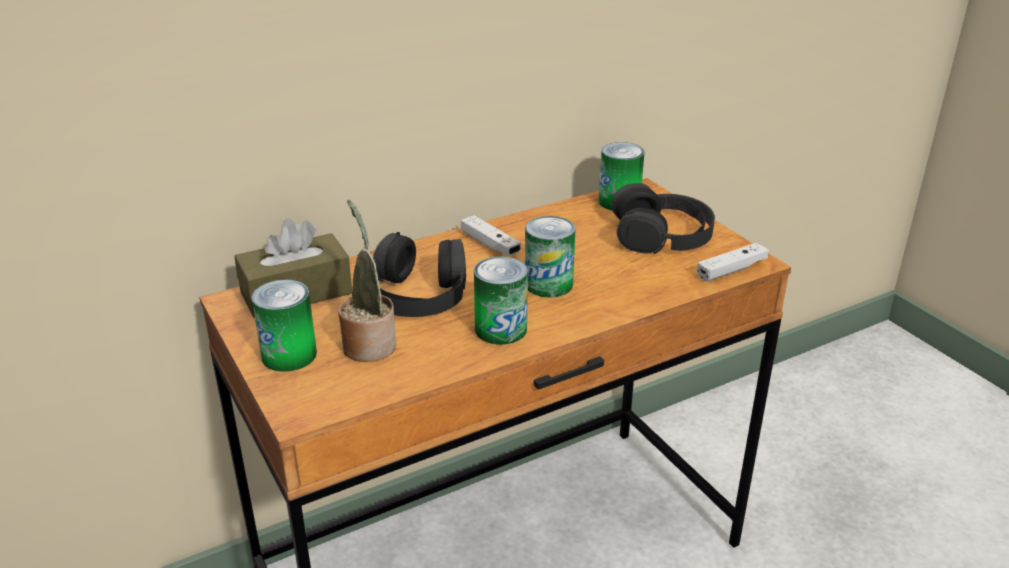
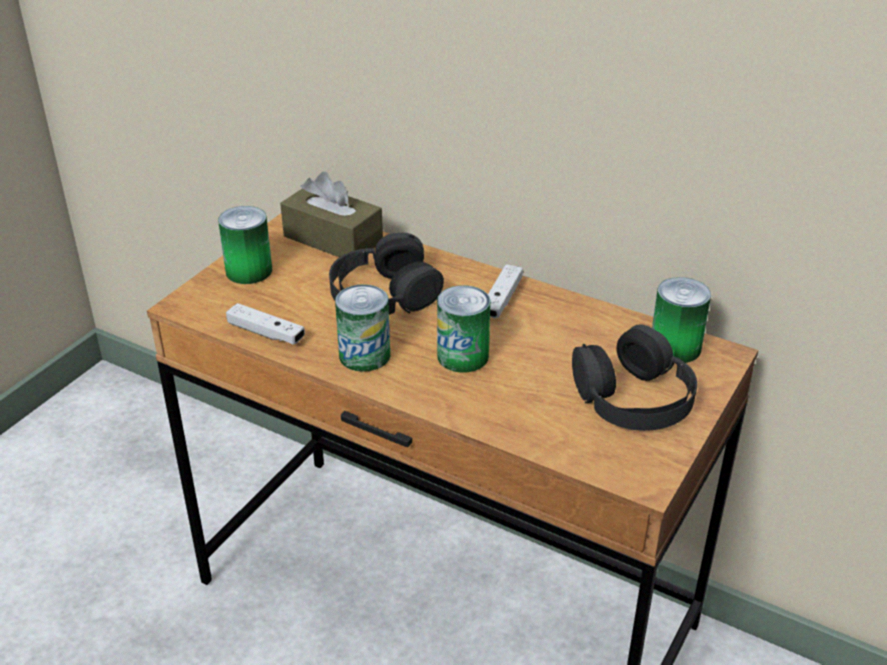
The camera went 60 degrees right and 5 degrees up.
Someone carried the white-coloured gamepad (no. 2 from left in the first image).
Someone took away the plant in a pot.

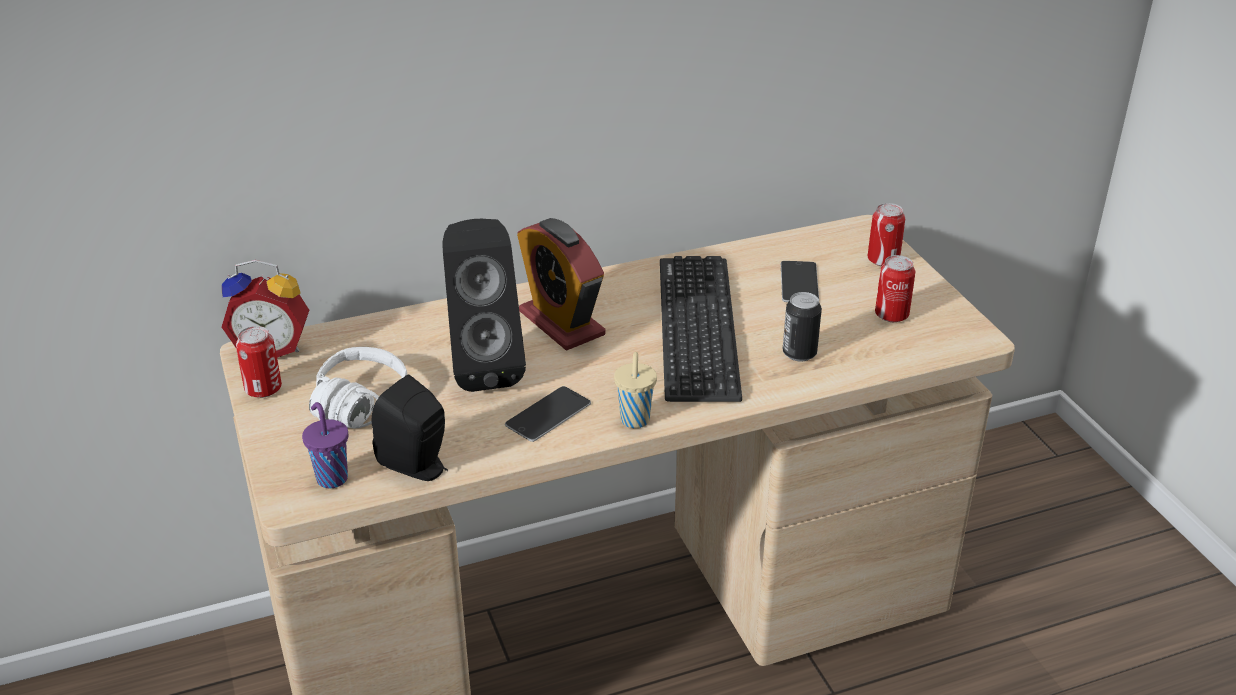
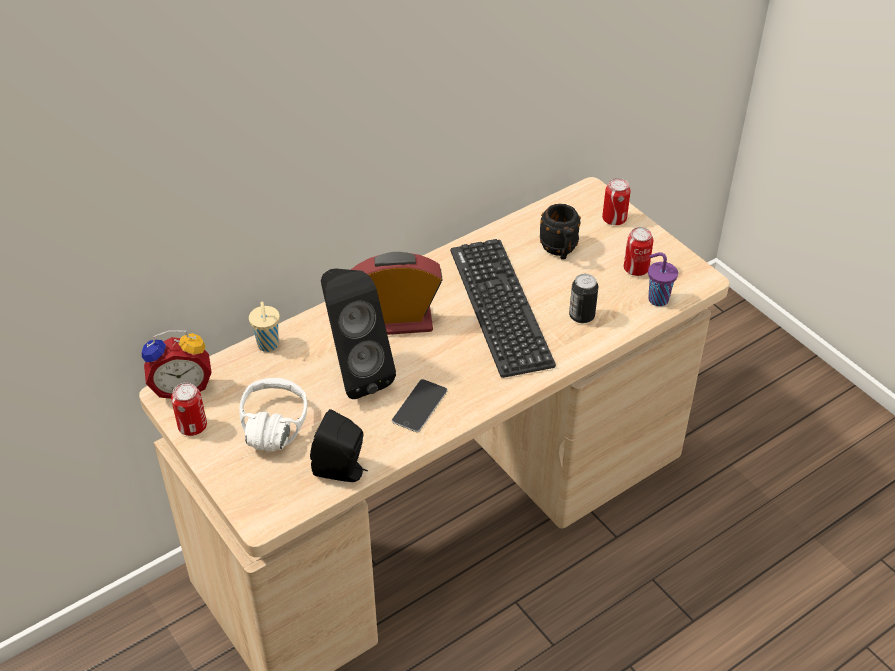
The camera went 15 degrees left and 10 degrees up.
Someone carried the beige-coloured small cup.
Someone rotated the table clock (no. 2 from left) by 135 degrees clockwise.
Someone swapped the handset (no. 2 from left) for the blackish tea mug.
Someone carried the purplish small cup.

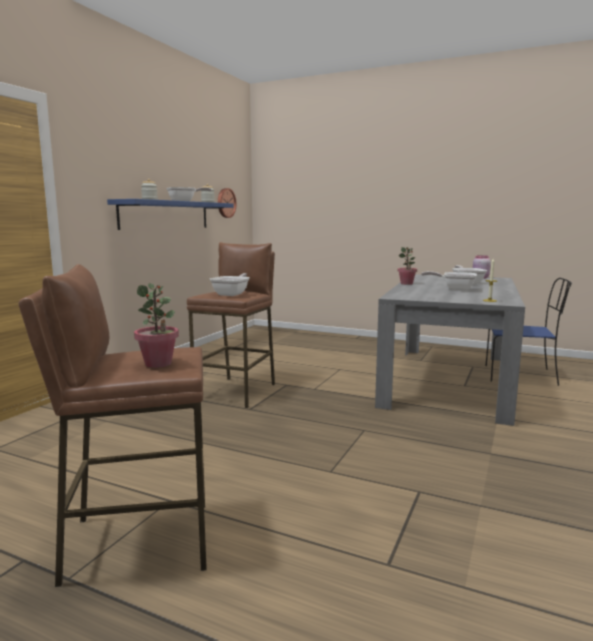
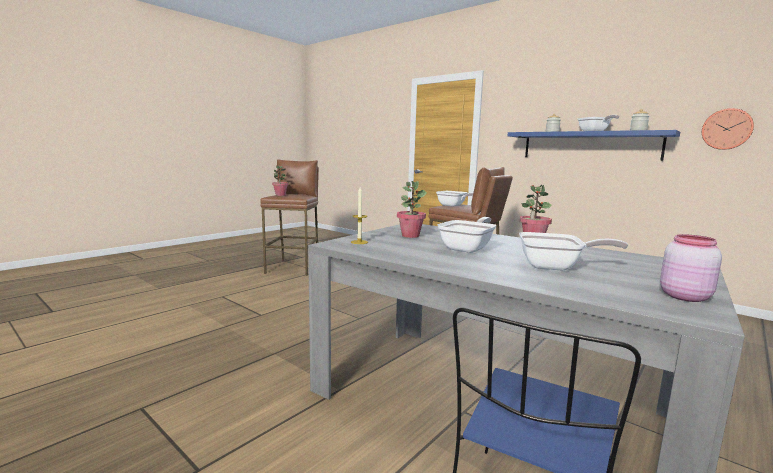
The camera went 105 degrees right and 0 degrees up.
Someone put down the plant in a pot (no. 2 from left).

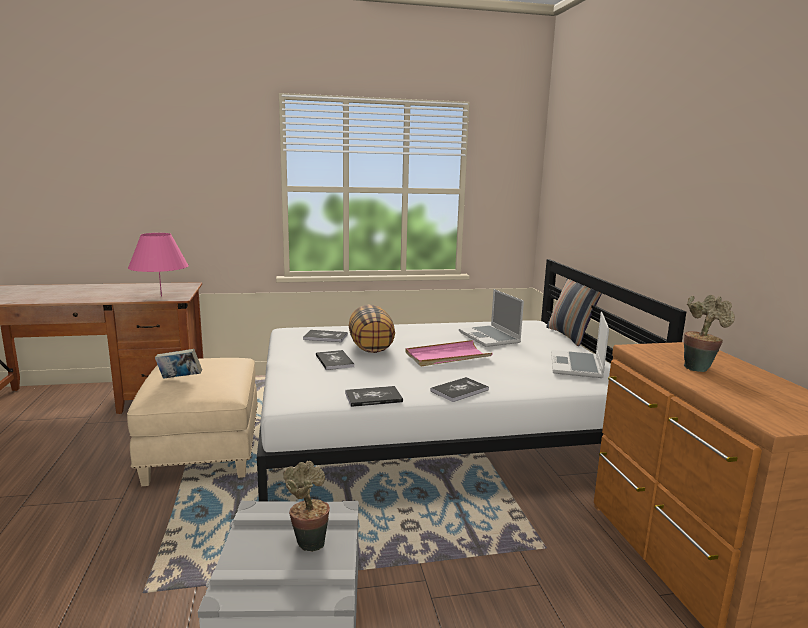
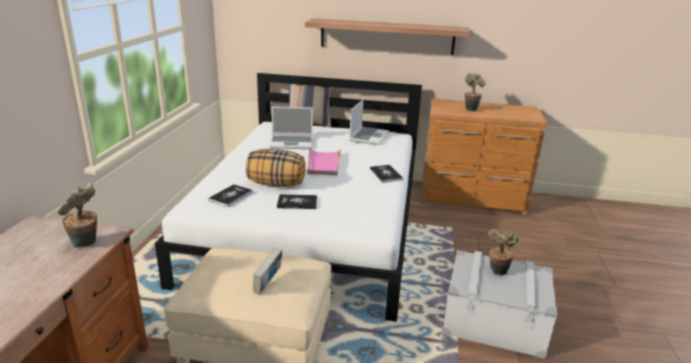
The camera went 70 degrees left and 10 degrees up.
Someone swapped the pink-coloured table lamp for the plant in a pot (no. 1 from left).
Someone put up the bracket shelf.
Someone rotated the notebook computer (no. 2 from left) by 105 degrees counterclockwise.
Someone took away the bound book (no. 4 from left).

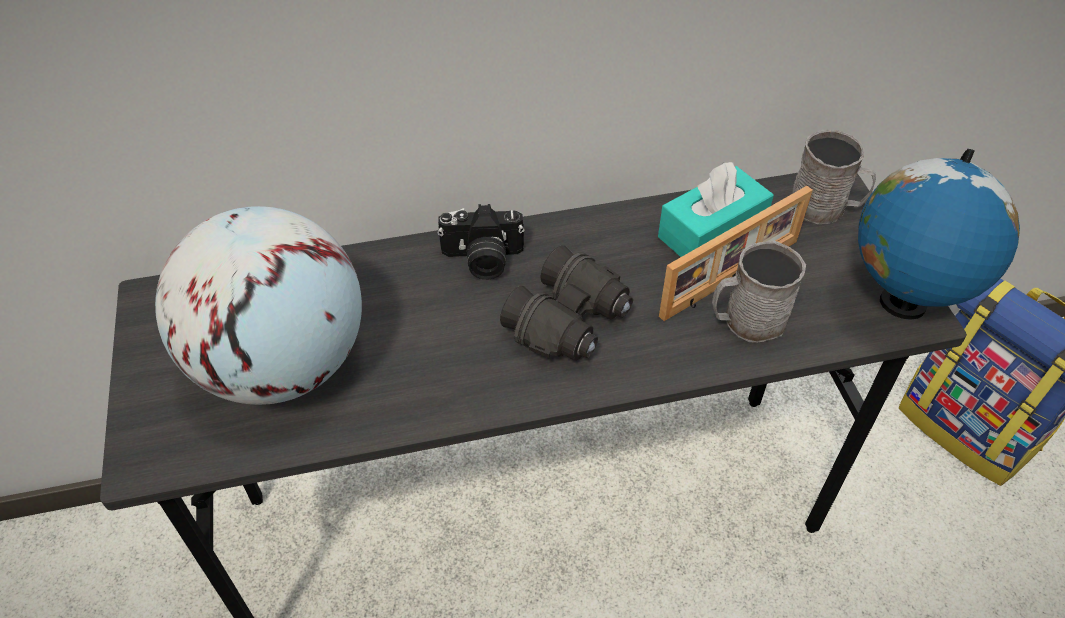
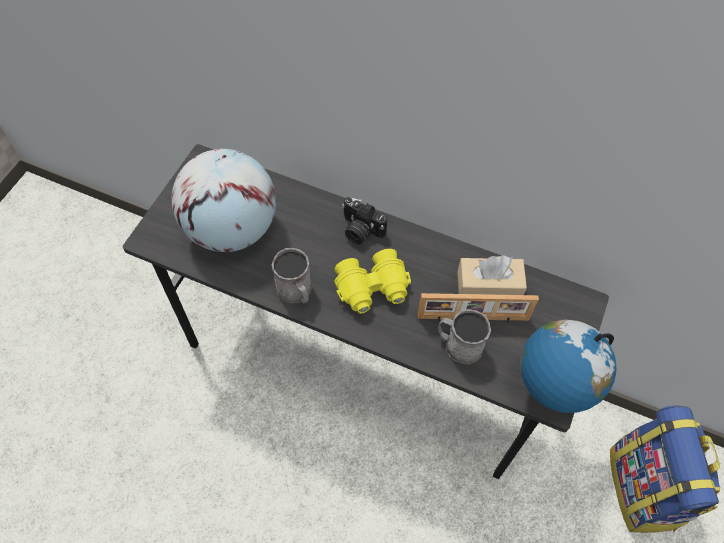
The camera went 35 degrees right and 10 degrees up.
Someone carried the grey tea mug (no. 2 from left in the first image).
Someone repainted the blackish field glasses, which became the yellowish field glasses.
Someone repainted the turquoise-coloured tissue holder, which became the beige-coloured tissue holder.

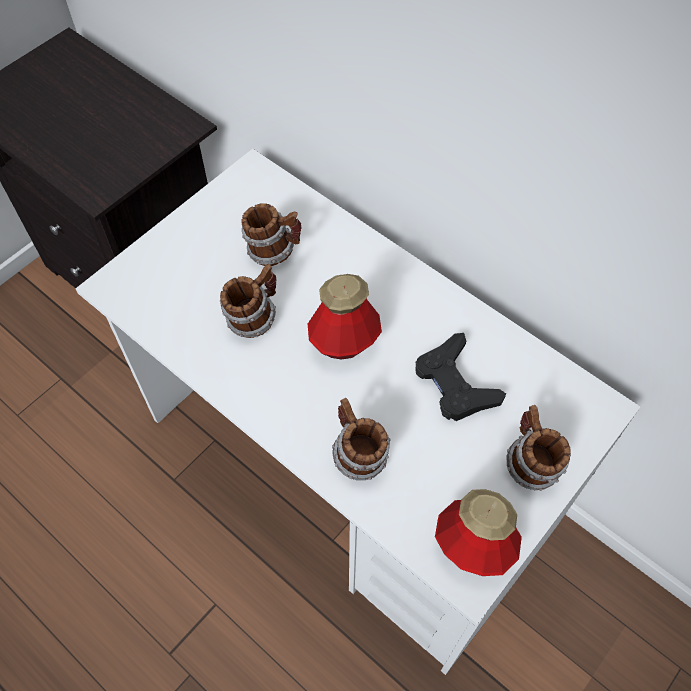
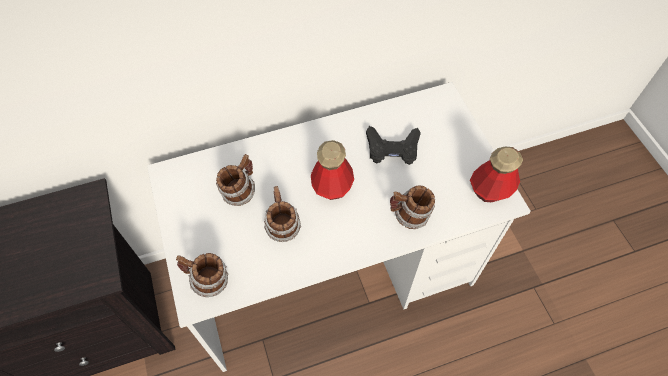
The camera went 60 degrees left and 0 degrees up.
Someone carried the tea mug (no. 4 from left in the first image).

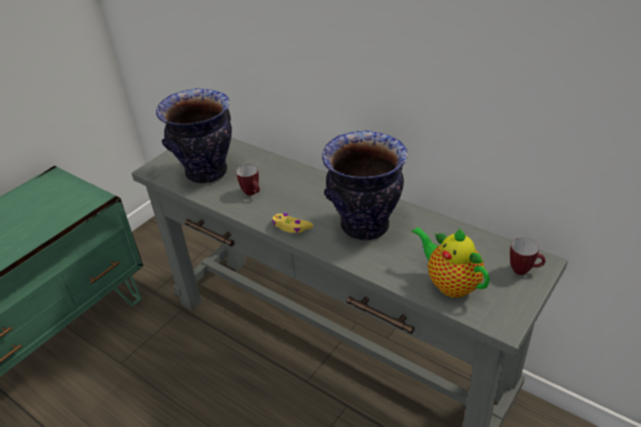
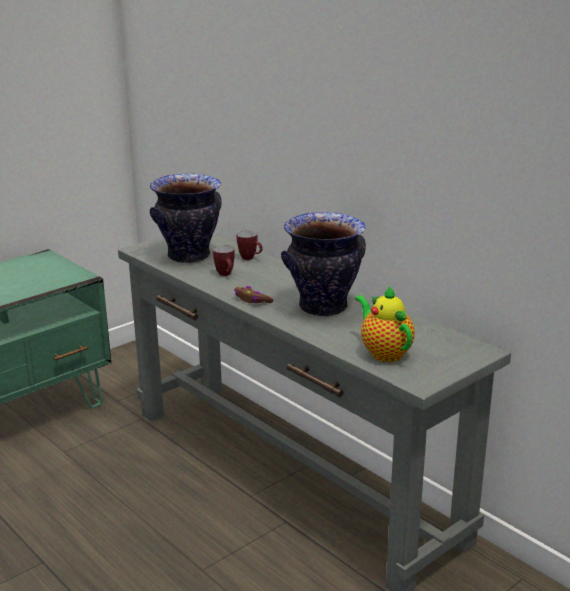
The camera went 10 degrees right and 15 degrees down.
Someone repainted the yellowish gamepad, which became the brownish gamepad.
Someone carried the tea mug (no. 2 from left).

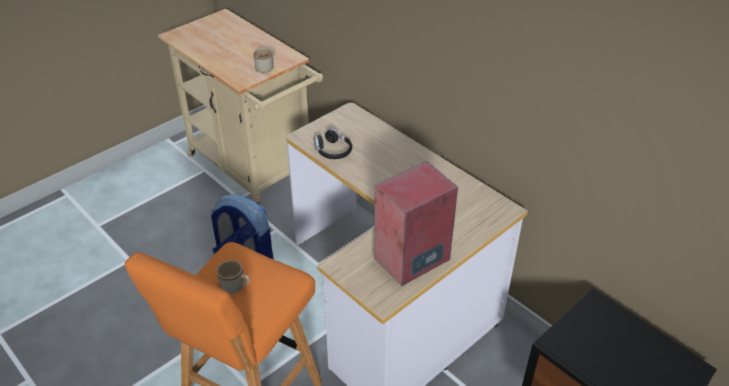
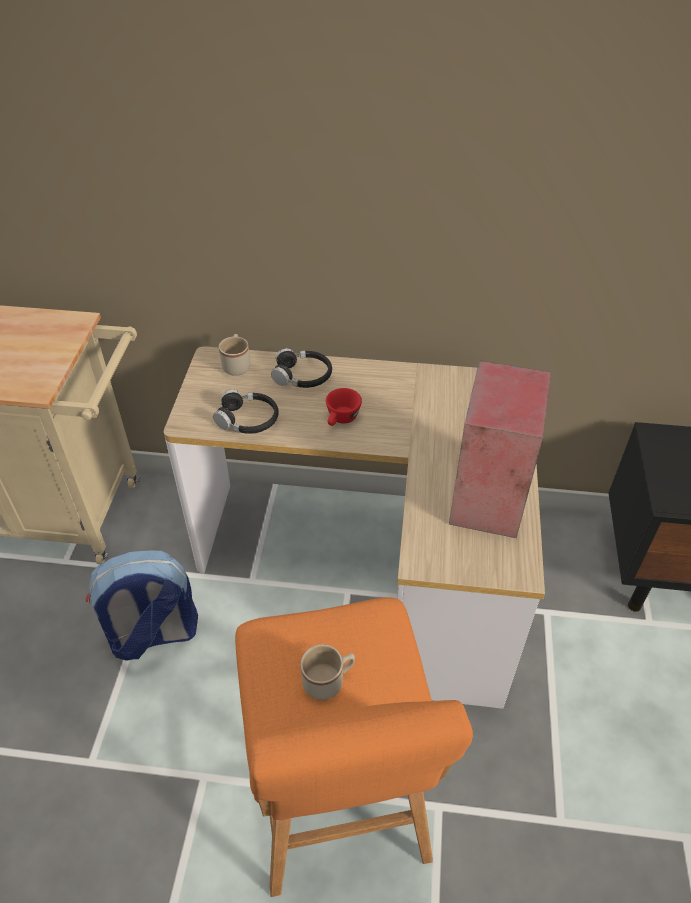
The camera went 40 degrees left and 5 degrees up.
Someone carried the beige-coloured tea mug (no. 2 from left in the first image).
Someone put down the blackish headphones (no. 2 from left).
Someone put down the red small cup.

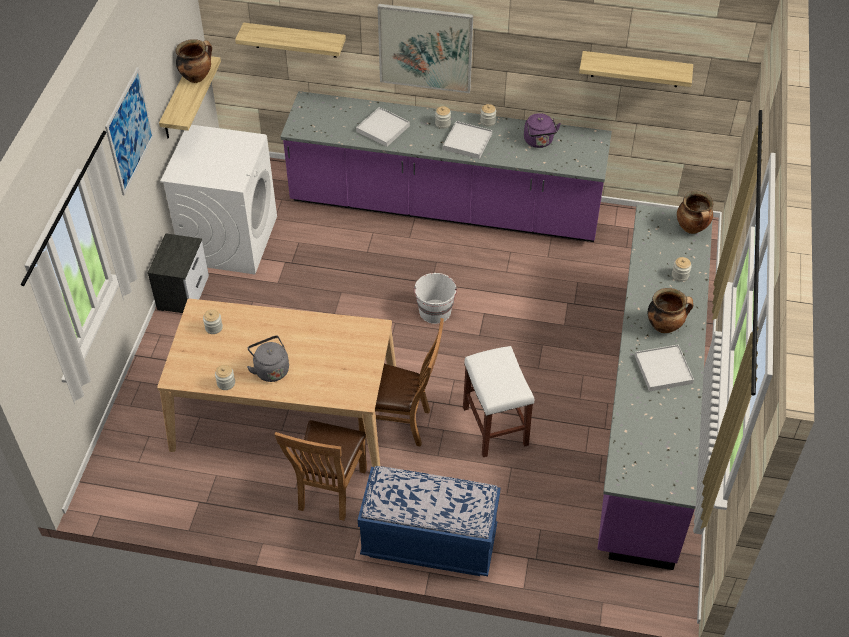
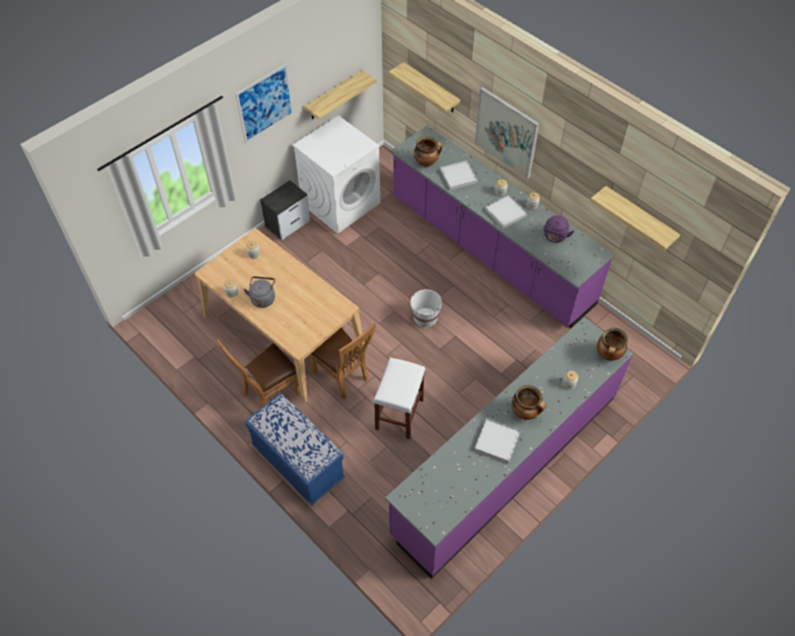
The camera went 35 degrees right and 5 degrees up.
Someone carried the saucepot (no. 1 from left).

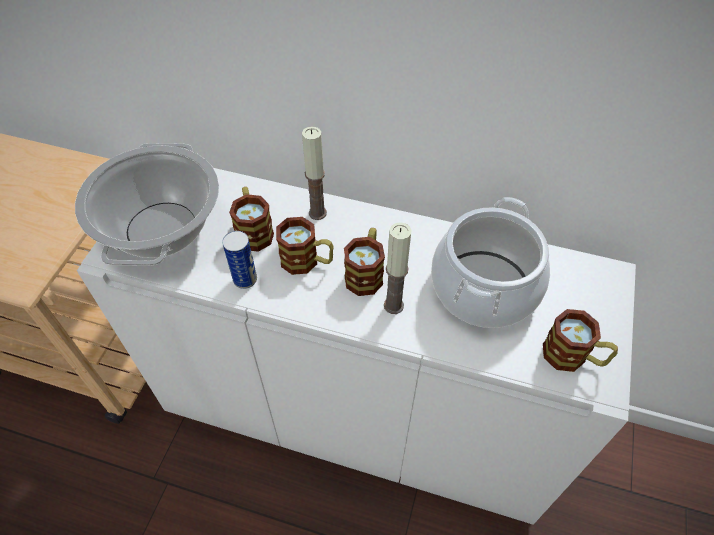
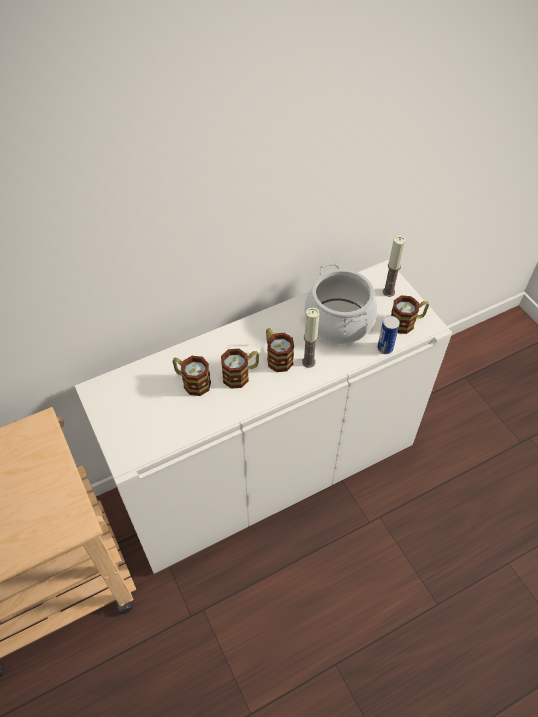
The camera went 45 degrees left and 0 degrees up.
Someone carried the metal can.
Someone carried the wax light (no. 1 from left in the first image).
Someone took away the saucepot (no. 1 from left).

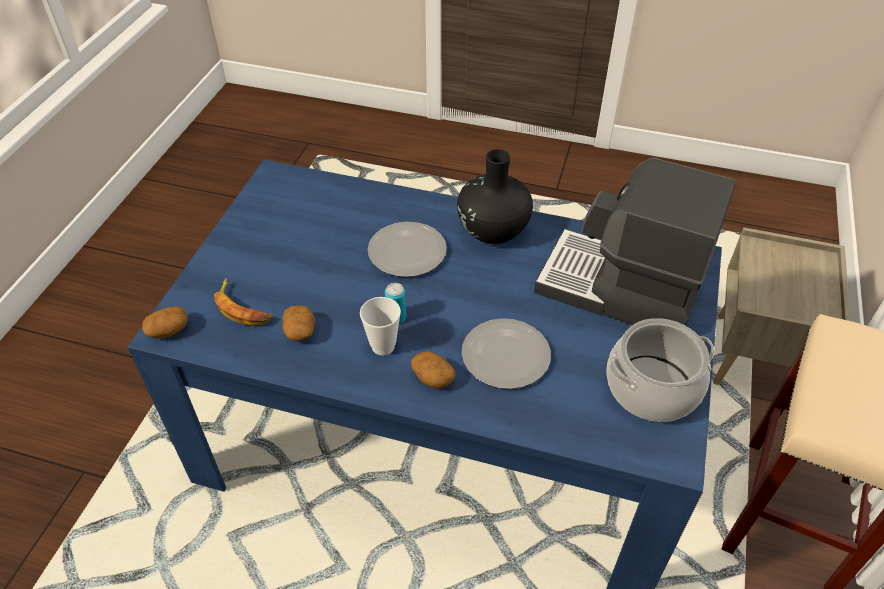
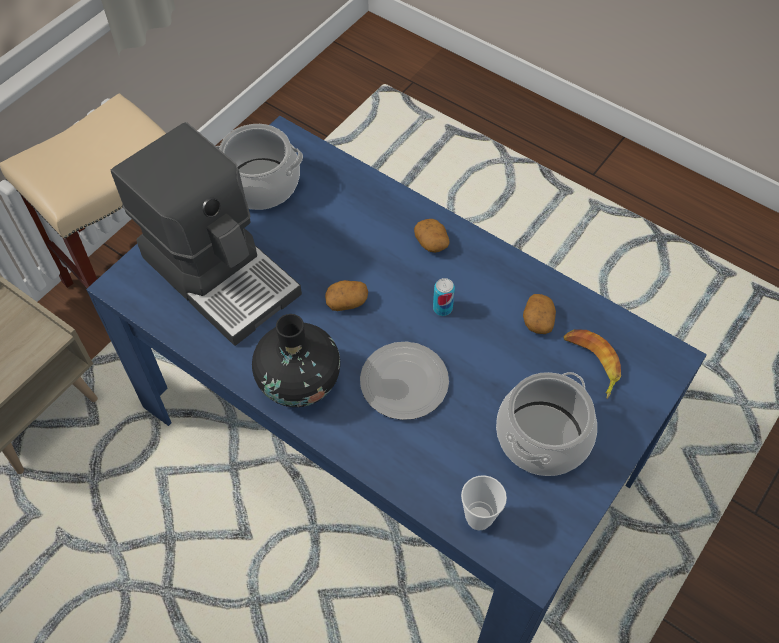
The camera went 160 degrees left and 10 degrees up.
Someone carried the spud (no. 1 from left).
Someone carried the small cup.
Someone put down the saucepot (no. 2 from left).
Someone took away the dinner plate (no. 2 from left).

